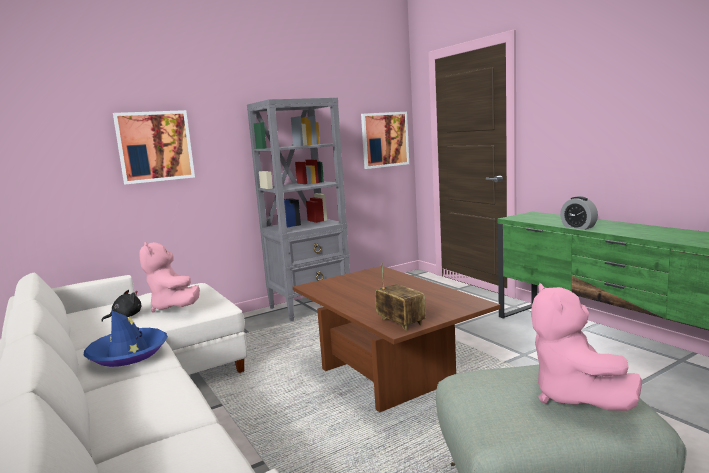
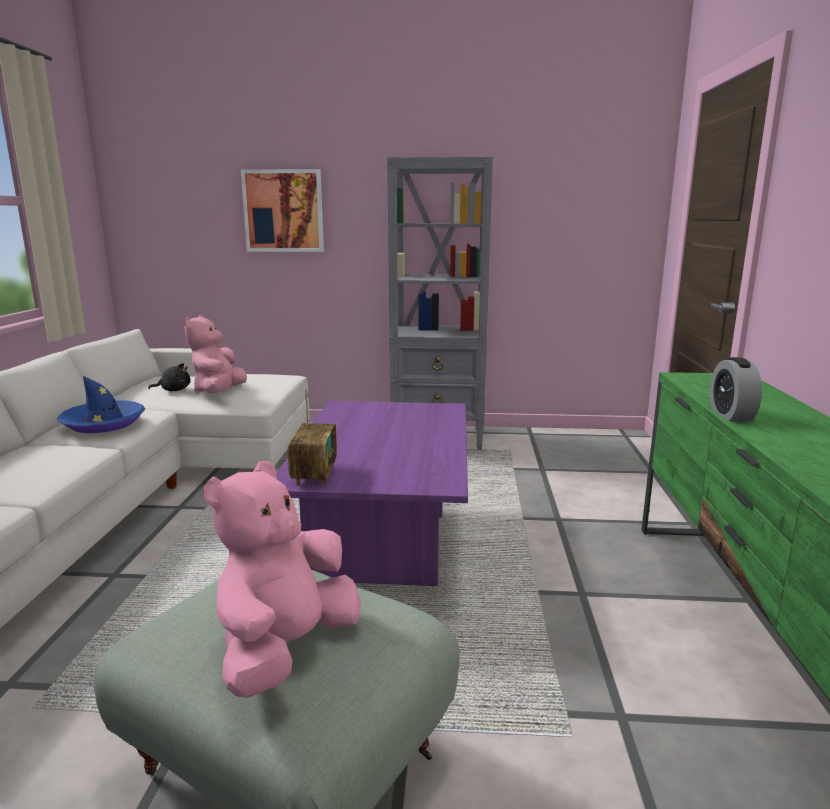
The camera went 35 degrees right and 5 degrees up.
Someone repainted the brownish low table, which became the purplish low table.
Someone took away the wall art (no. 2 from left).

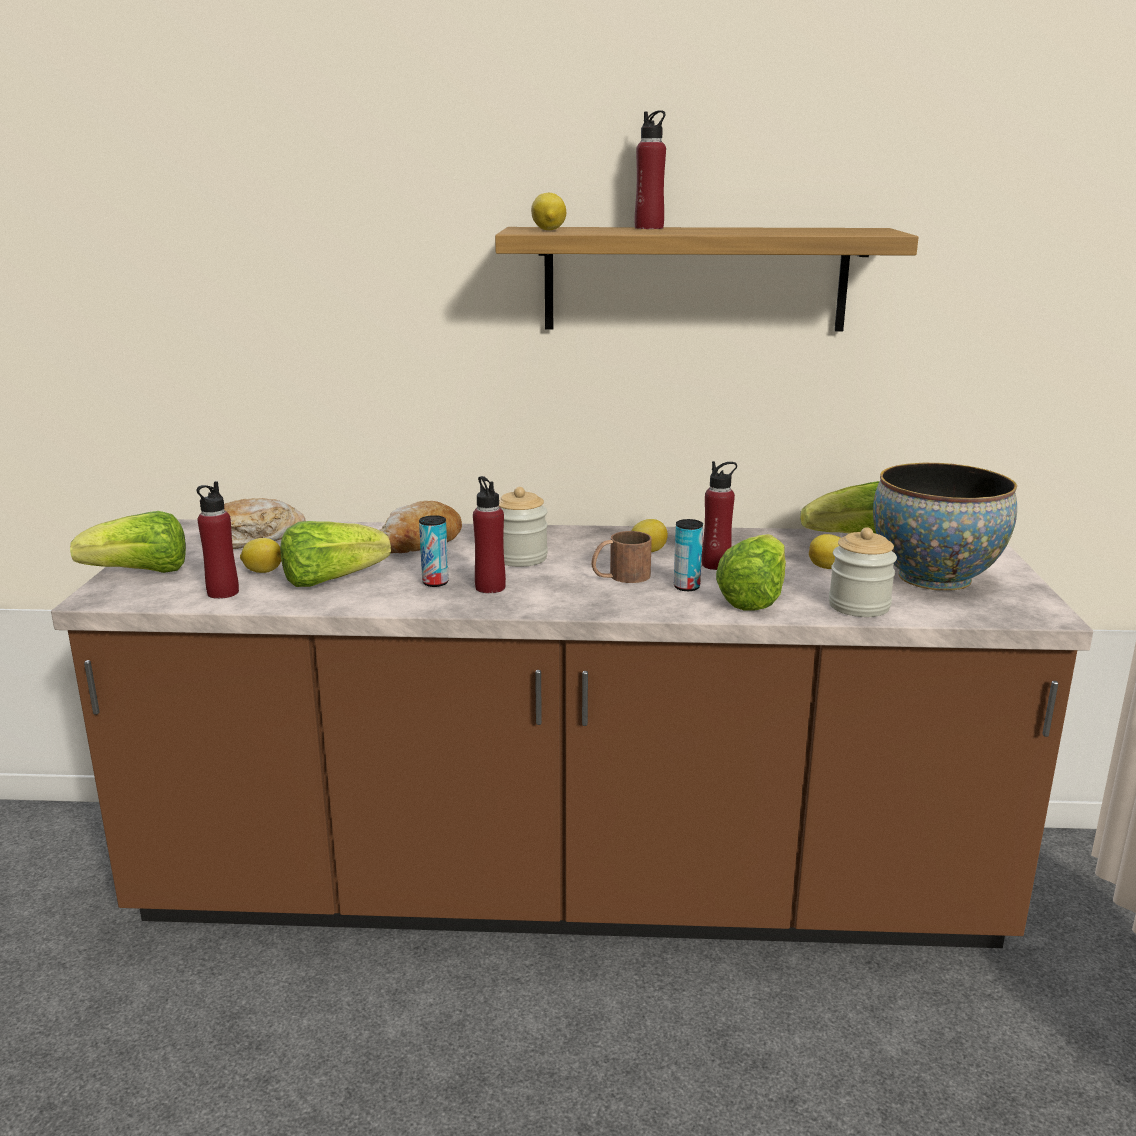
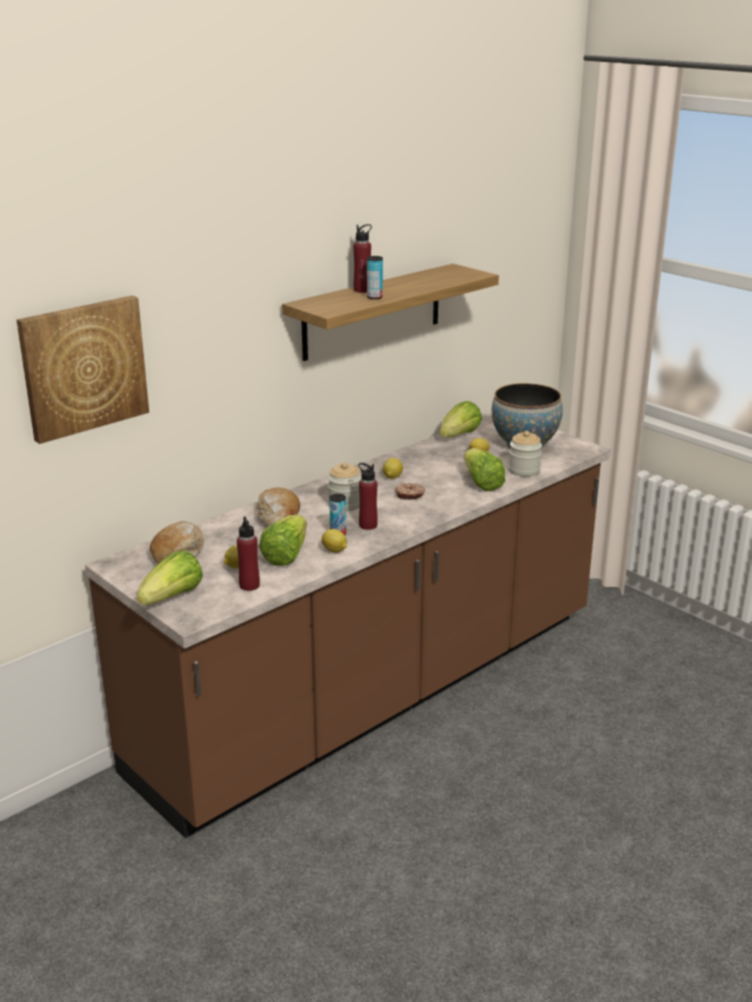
The camera went 45 degrees left and 5 degrees up.
Someone put up the wall art.
Someone carried the lemon (no. 2 from left).
Someone carried the metal can (no. 2 from left).
Someone swapped the brownish tea mug for the donut.
Someone took away the red drink bottle (no. 4 from left).

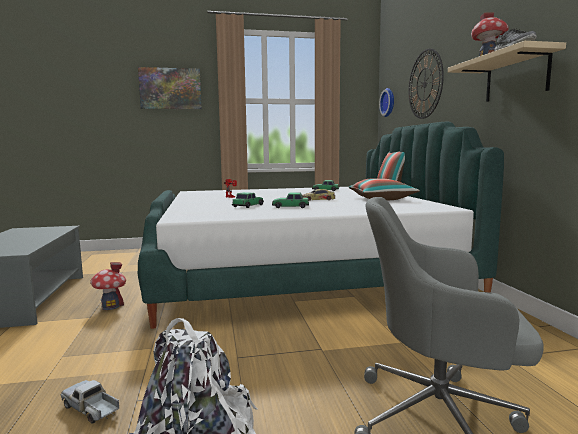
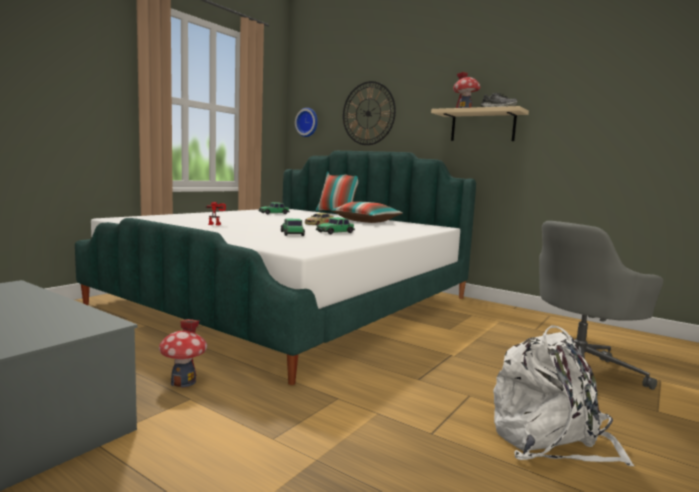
The camera went 45 degrees left and 0 degrees up.
Someone took away the toy lorry.
Someone took away the wall art.

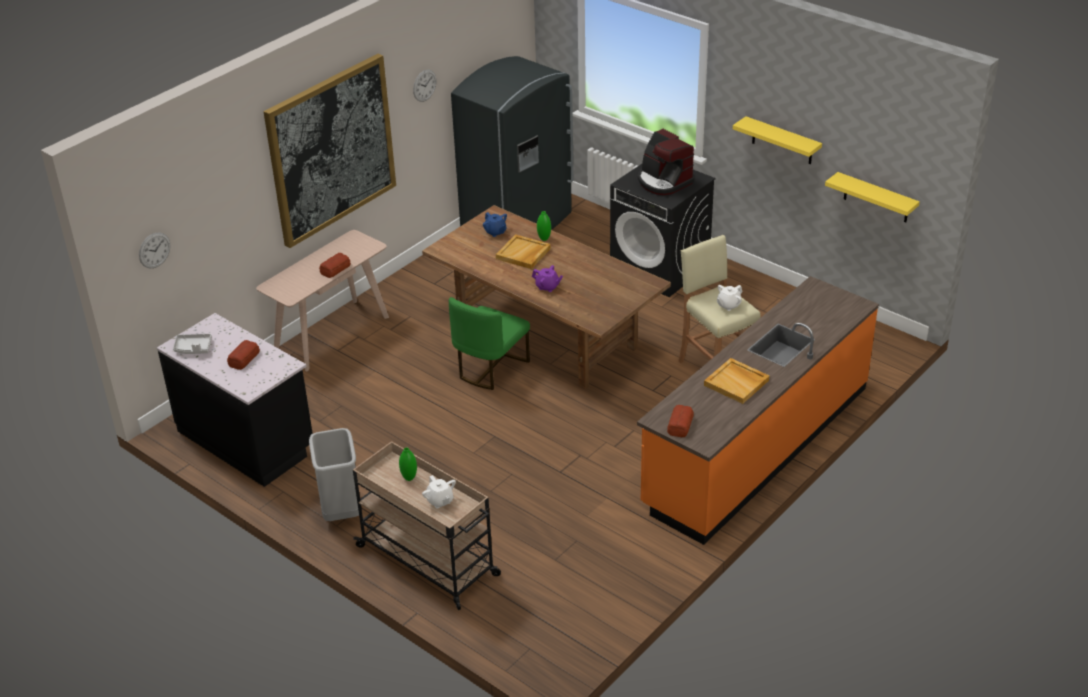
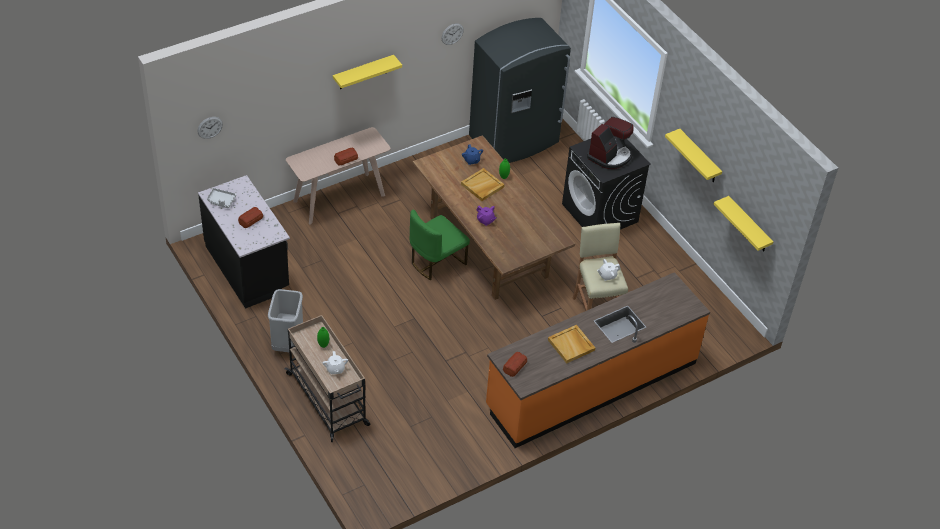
The camera went 15 degrees right and 10 degrees up.
Someone swapped the wall art for the yellowish bracket shelf (no. 1 from left).
Someone rotated the coffee maker by 120 degrees counterclockwise.

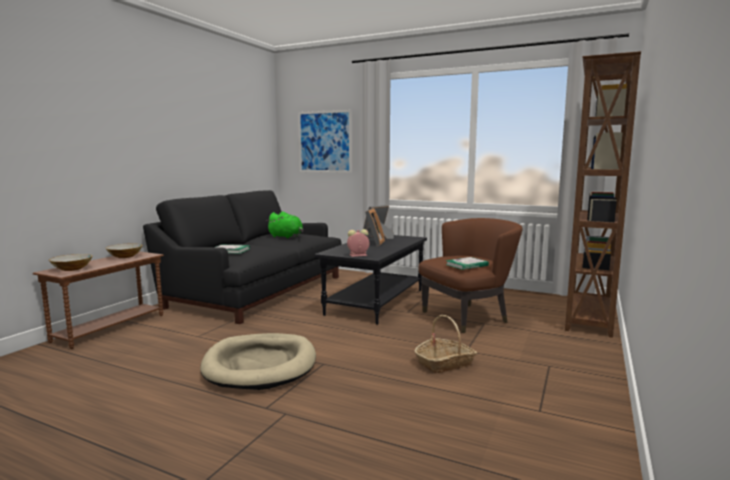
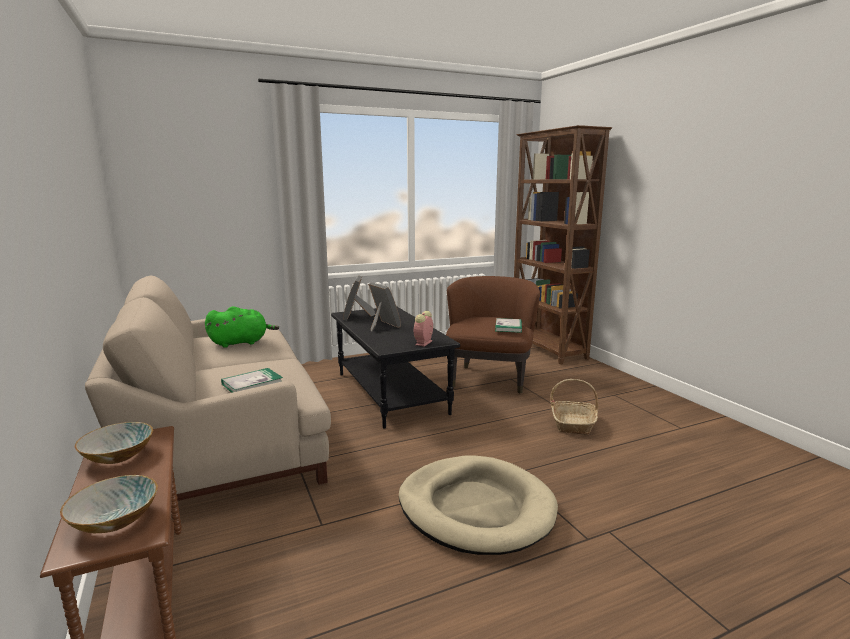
The camera went 50 degrees left and 5 degrees up.
Someone repainted the blackish sofa, which became the beige-coloured sofa.
Someone took away the wall art.

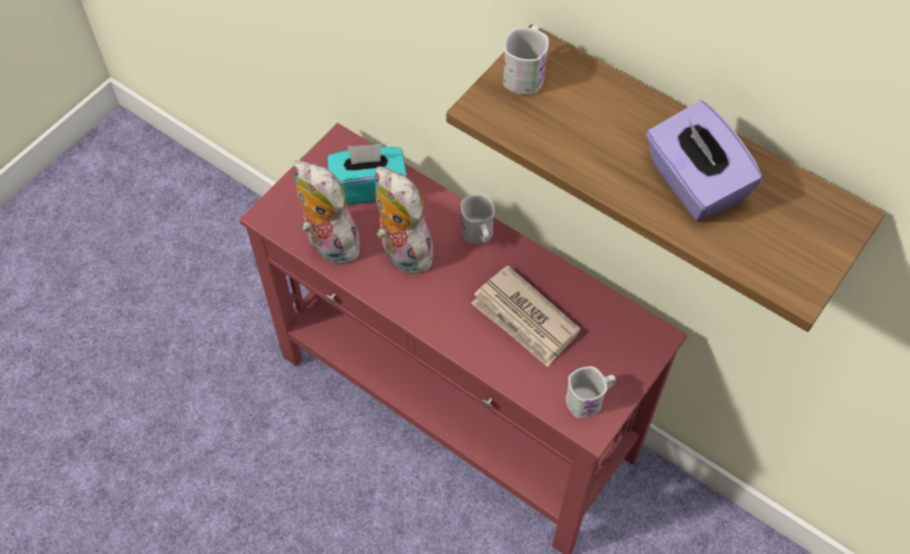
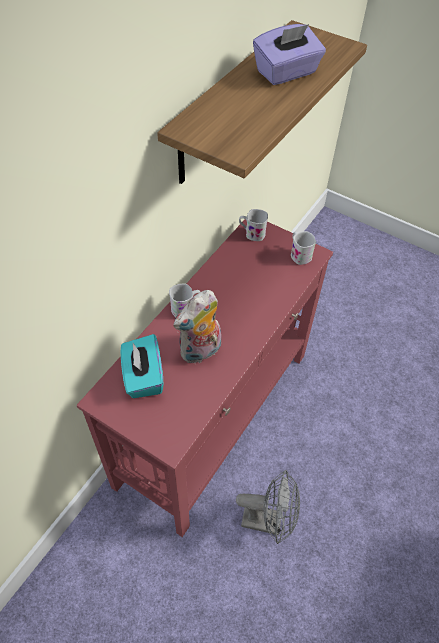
The camera went 95 degrees left and 5 degrees down.
Someone put down the grey fan.
Someone carried the white-coloured tea mug (no. 2 from left).
Someone took away the plush toy (no. 1 from left).
Someone took away the daily paper.

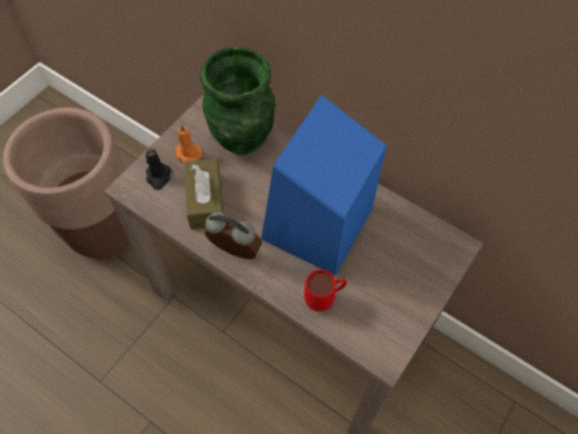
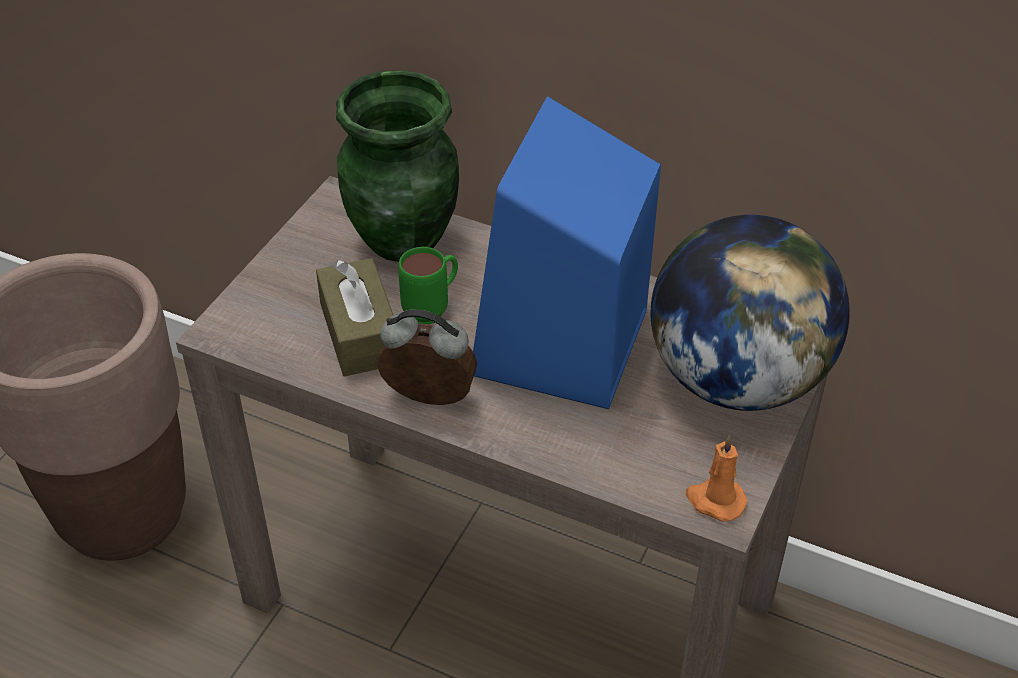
The camera went 10 degrees left and 15 degrees down.
Someone put down the greenish tea mug.
Someone put down the globe.
Someone carried the orange-coloured wax light.
Someone took away the blackish wax light.
Someone took away the red tea mug.

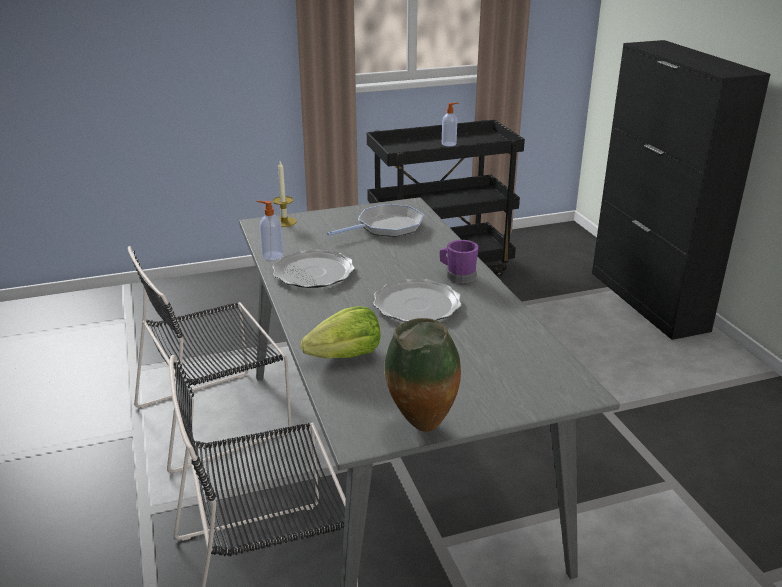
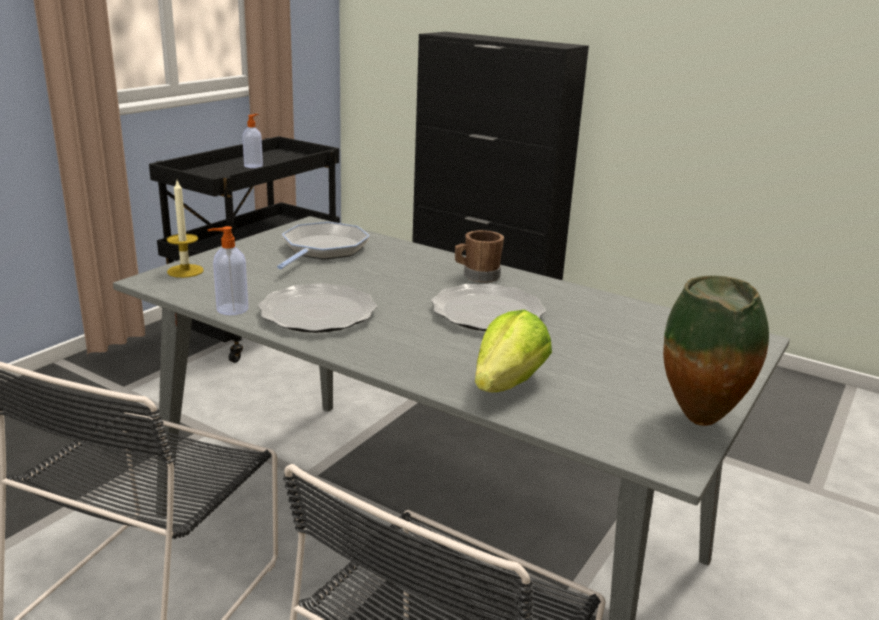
The camera went 40 degrees left and 5 degrees down.
Someone repainted the purplish tea mug, which became the brownish tea mug.

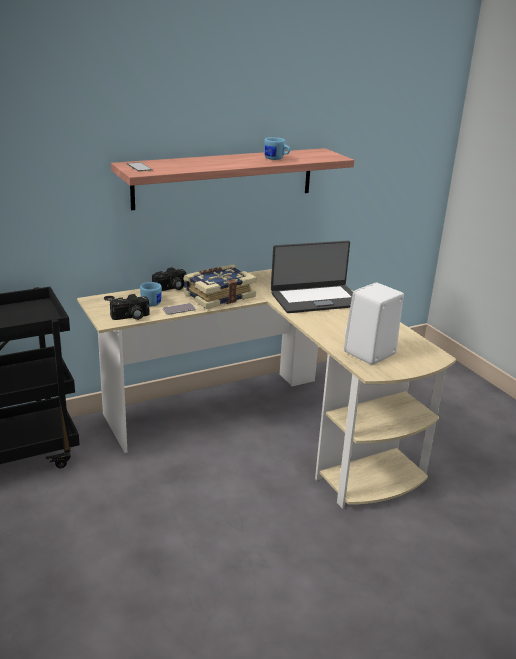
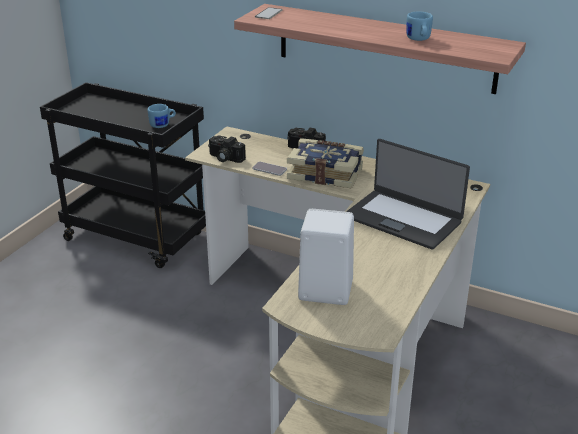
The camera went 55 degrees right and 5 degrees up.
Someone carried the blue-coloured tea mug (no. 1 from left).

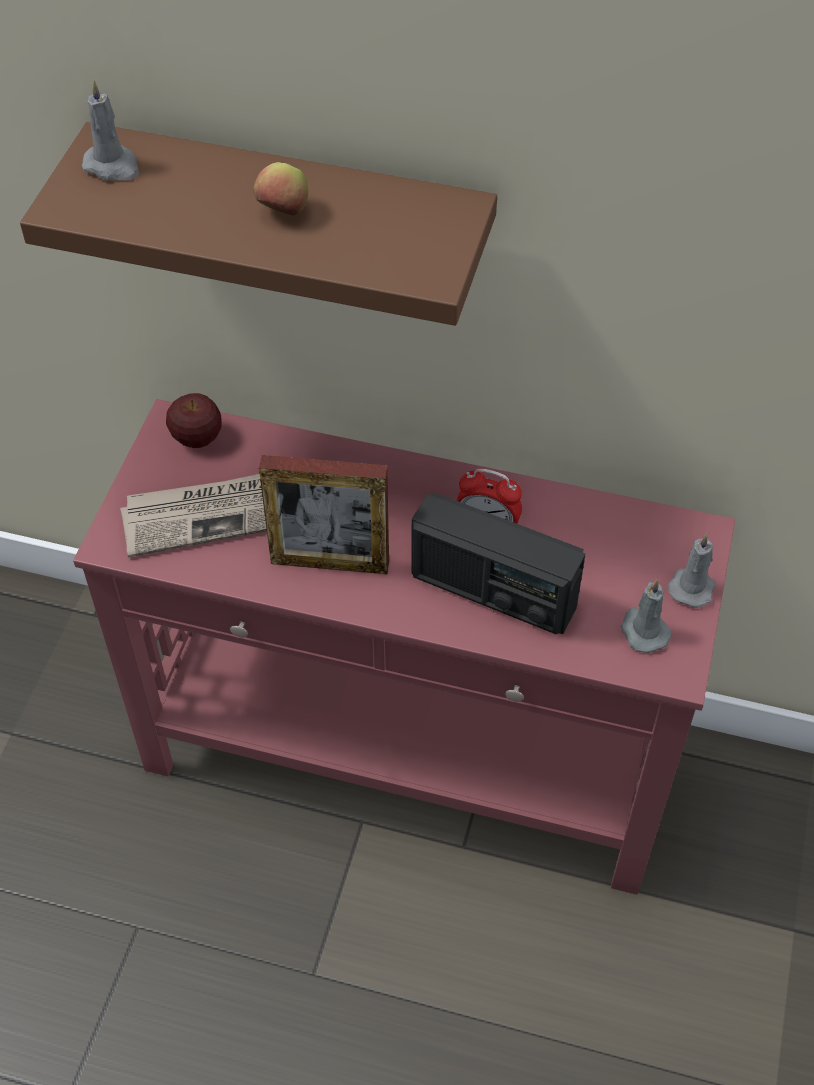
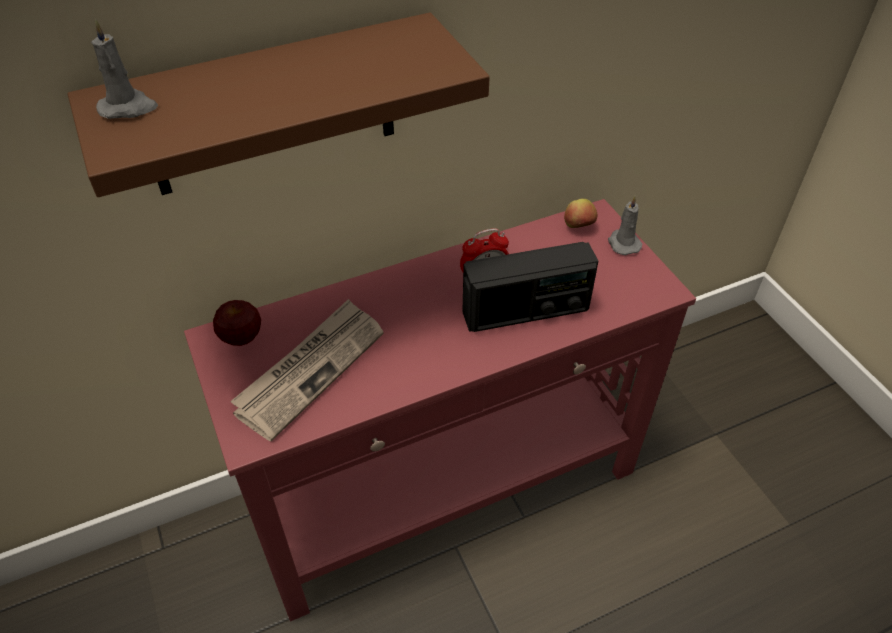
The camera went 40 degrees left and 5 degrees down.
Someone carried the apple fruit (no. 2 from left).
Someone took away the standing frame.
Someone took away the grey wax light (no. 2 from left).

